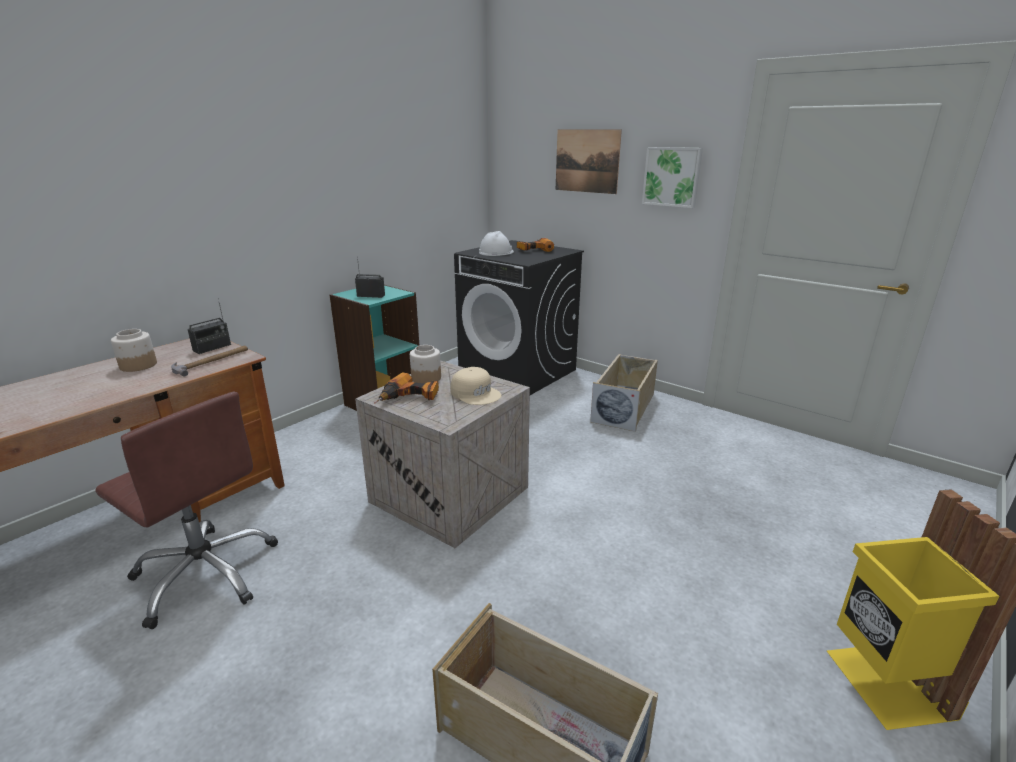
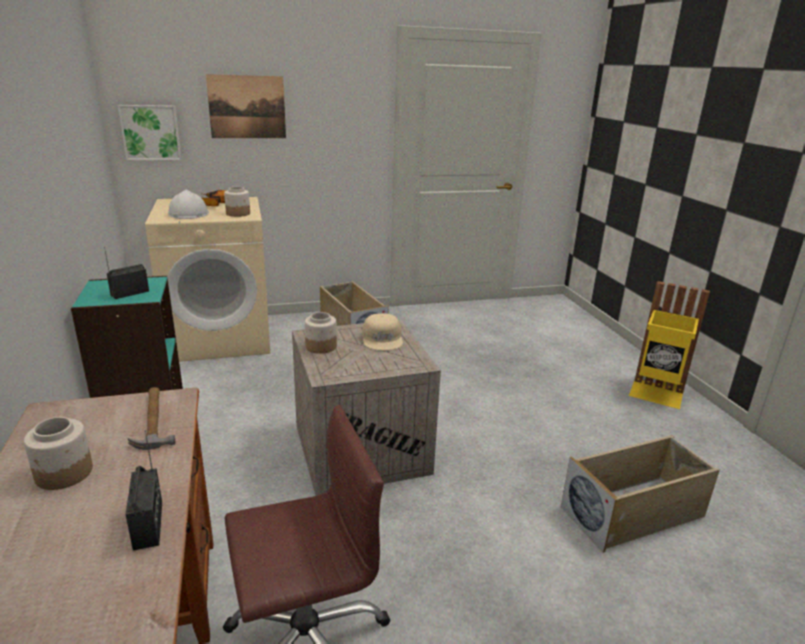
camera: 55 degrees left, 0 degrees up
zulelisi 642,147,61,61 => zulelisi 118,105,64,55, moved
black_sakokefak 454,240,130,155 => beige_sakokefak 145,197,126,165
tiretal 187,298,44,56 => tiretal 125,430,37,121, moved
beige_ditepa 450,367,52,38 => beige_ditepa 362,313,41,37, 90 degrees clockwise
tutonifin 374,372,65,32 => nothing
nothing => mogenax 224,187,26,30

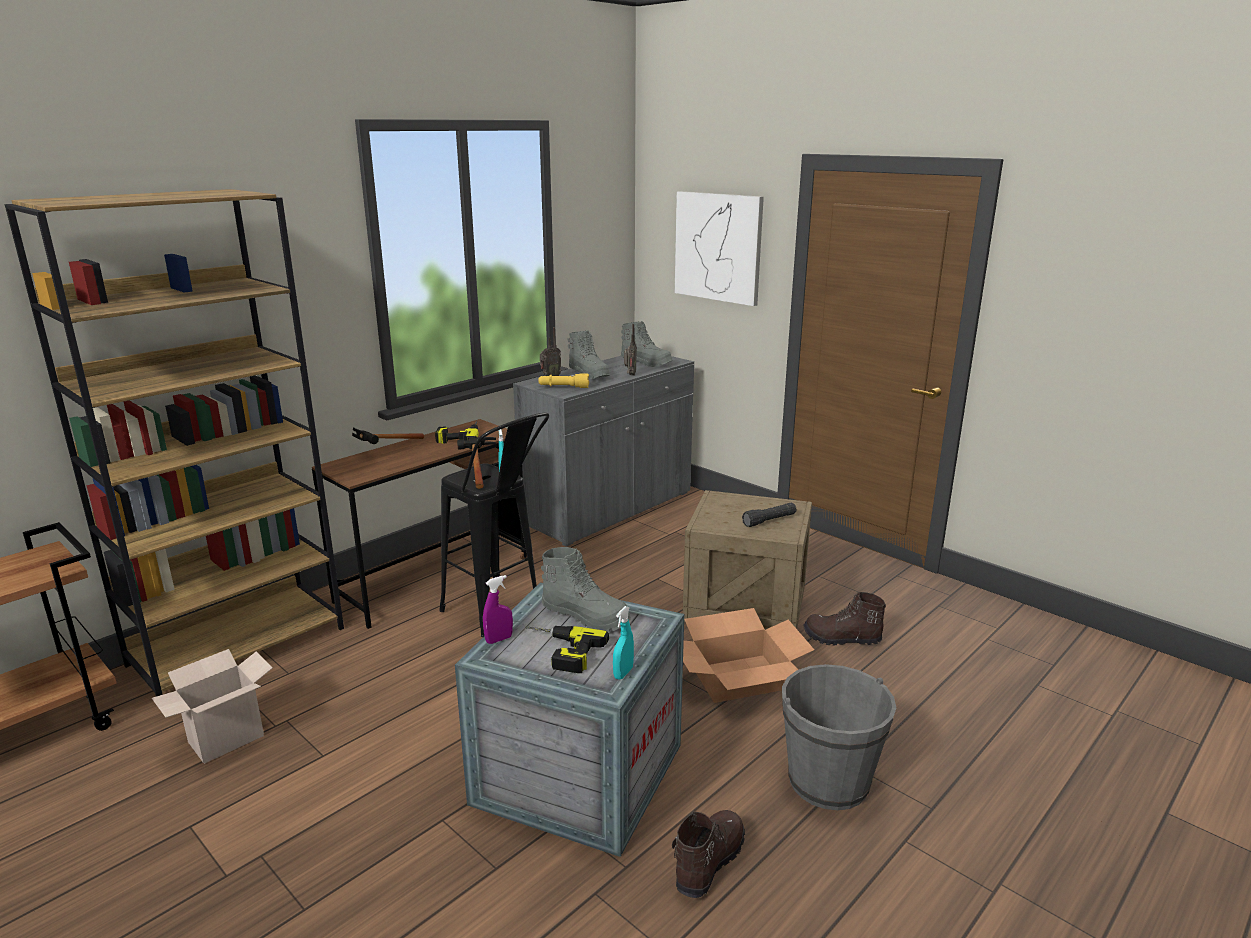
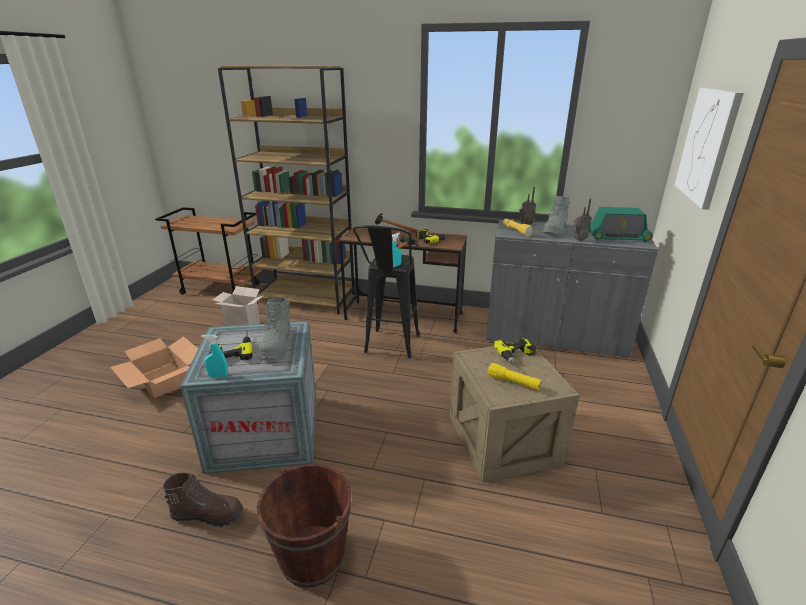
camera: 60 degrees right, 5 degrees up
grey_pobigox 621,321,52,46 => tiretal 590,207,63,35
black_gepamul 742,503,54,24 => yellow_gepamul 488,363,54,27
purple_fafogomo 483,575,30,69 => nothing
brown_pobigox 803,592,83,54 => nothing
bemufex 683,608,131,95 => bemufex 110,336,88,62, moved
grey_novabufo 782,664,114,146 => brown_novabufo 256,464,96,124
nothing => tutonifin 494,338,42,33

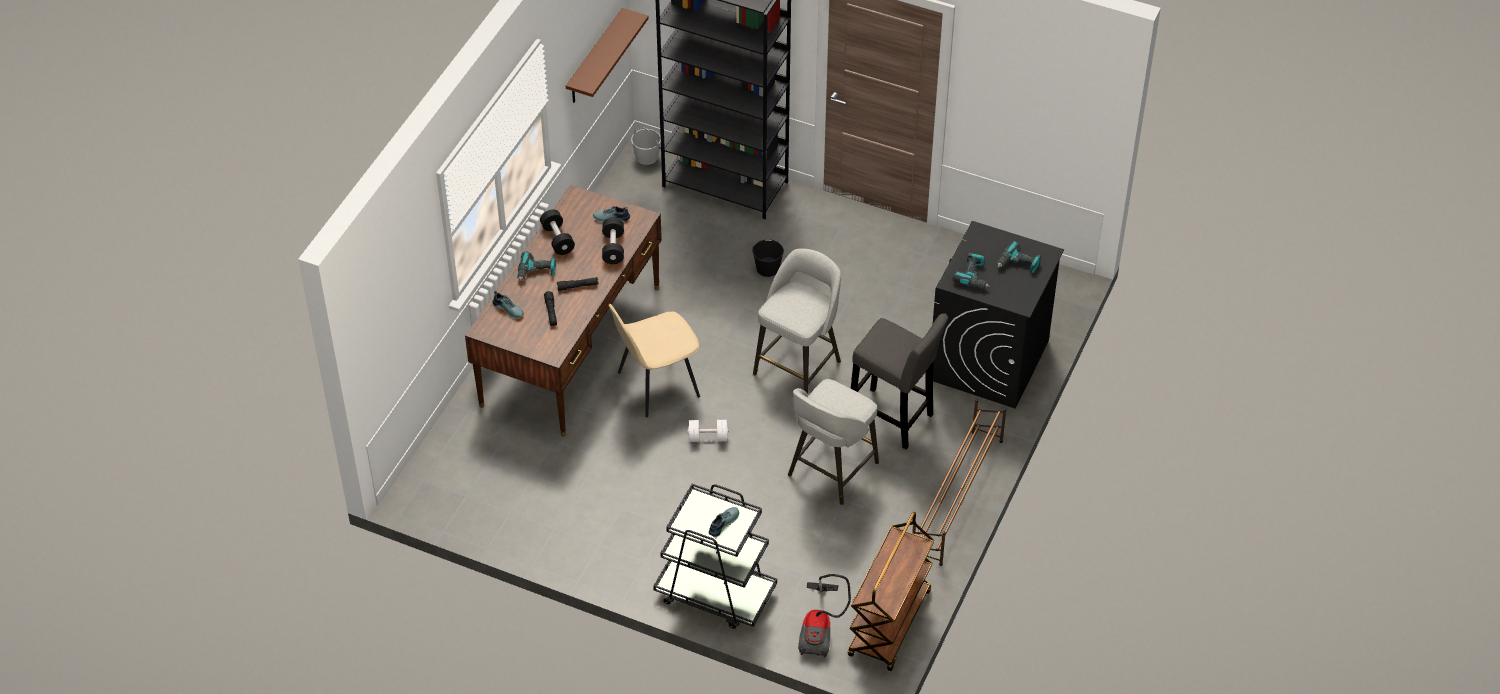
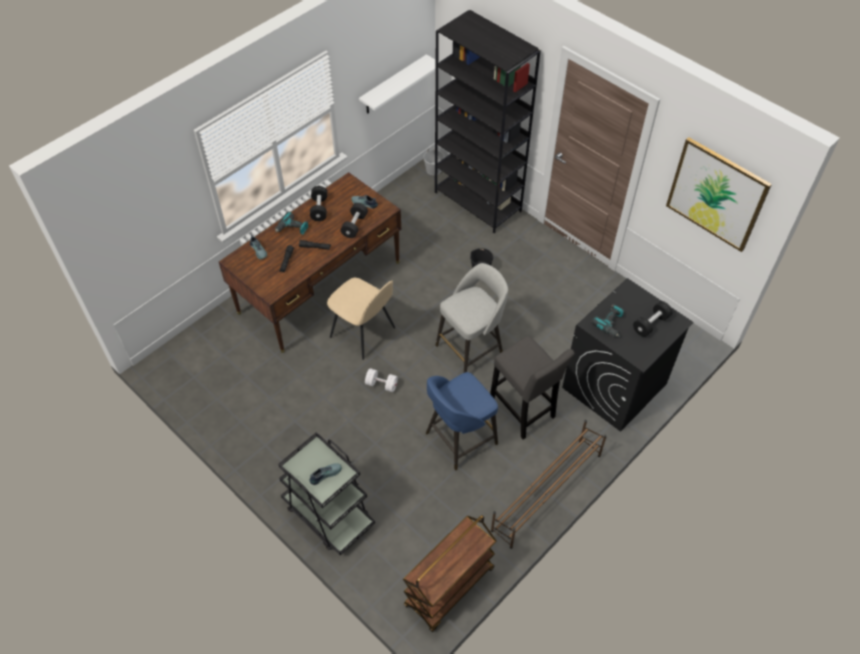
camera: 20 degrees right, 5 degrees up
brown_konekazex 566,8,83,95 => white_konekazex 359,54,80,60
tutonifin 997,241,44,32 => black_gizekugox 633,301,39,36
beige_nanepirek 609,304,91,113 => beige_nanepirek 327,278,68,82, 135 degrees counterclockwise
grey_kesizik 788,379,91,126 => blue_kesizik 426,372,72,98
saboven 798,574,53,83 => nothing
nothing => zulelisi 666,137,106,115

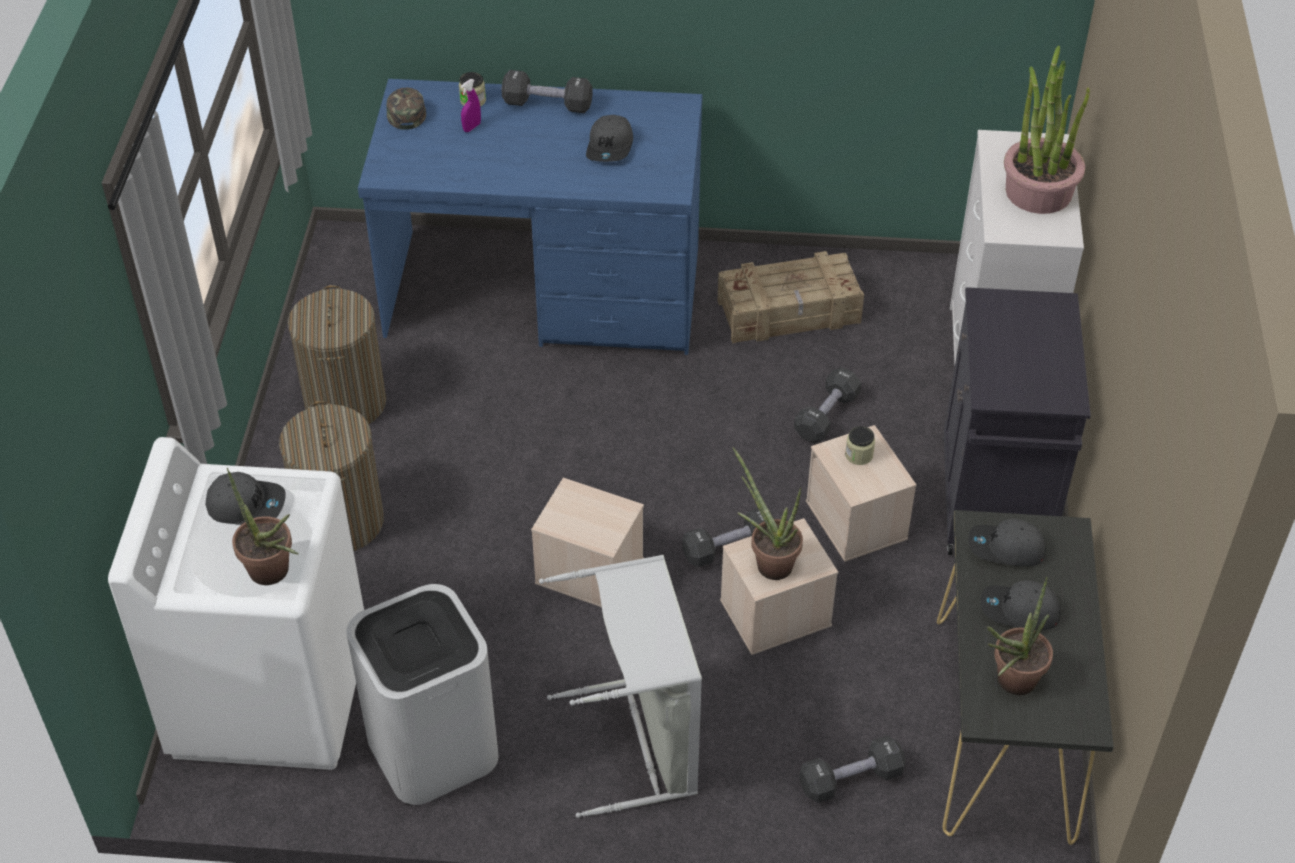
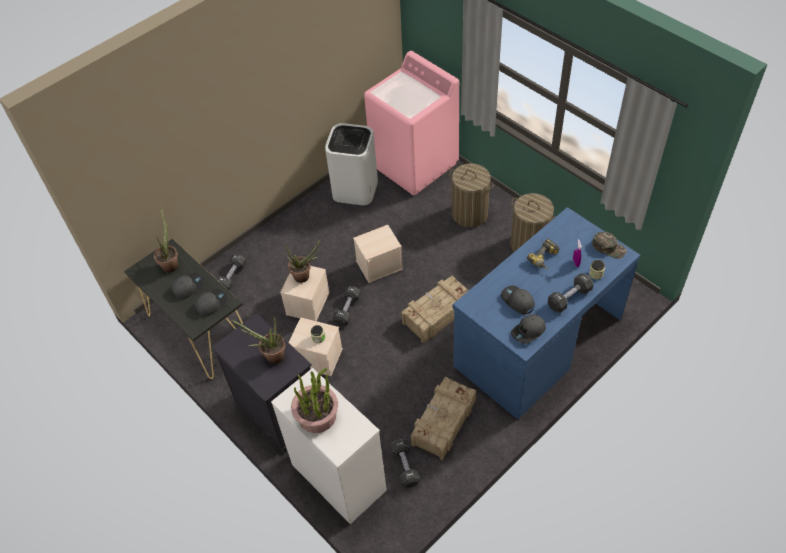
camera: 135 degrees right, 5 degrees up
black_gizekugox 794,367,67,76 => black_gizekugox 391,438,29,50, moved
white_sakokefak 108,437,256,333 => pink_sakokefak 364,51,95,144
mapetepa 227,468,72,117 => mapetepa 231,317,54,47, moved
grey_ditepa 206,472,80,53 => grey_ditepa 511,314,35,30, moved
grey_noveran 539,555,163,263 => nothing
nothing => tutonifin 527,239,32,31
nothing => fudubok 401,275,68,68

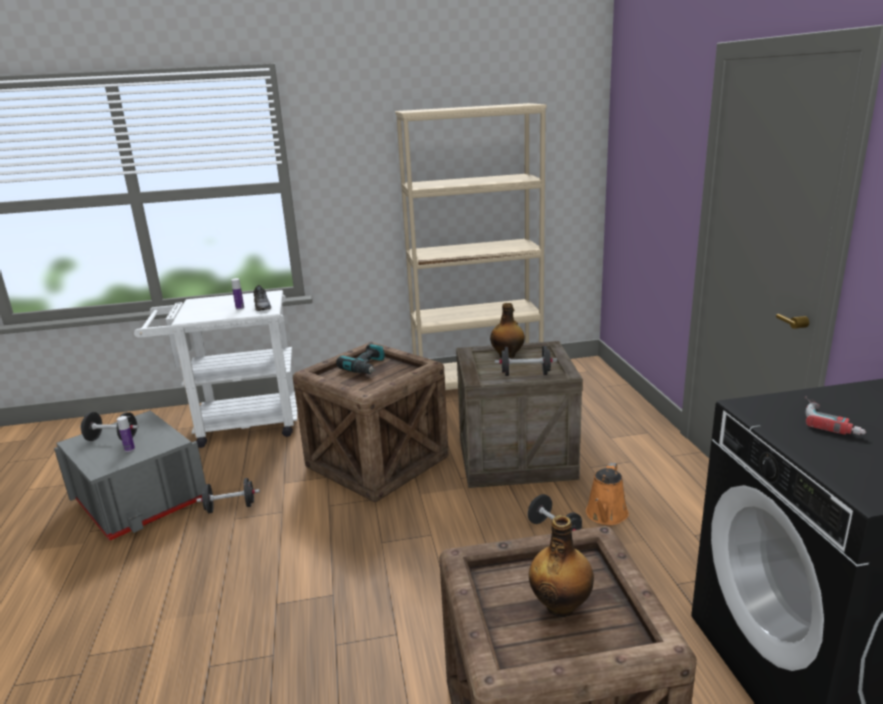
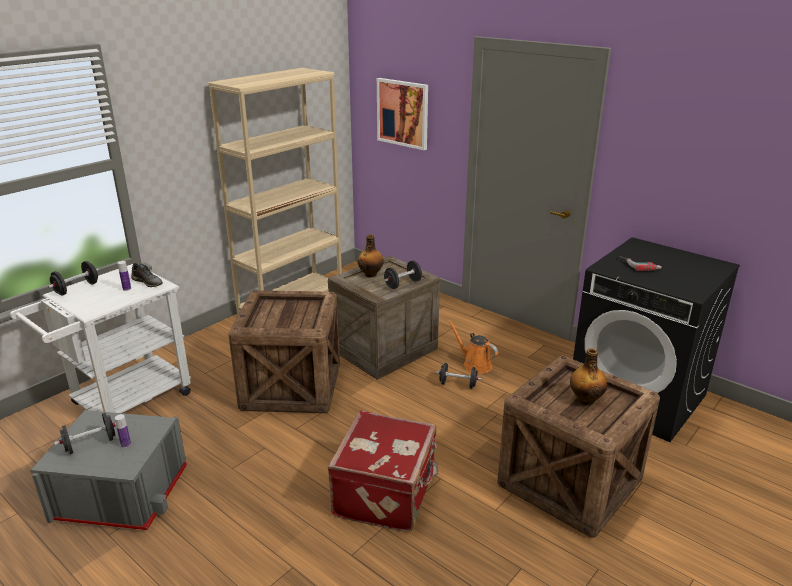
camera: 40 degrees left, 5 degrees up
tutonifin 336,344,49,30 => nothing
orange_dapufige 586,462,43,63 => orange_dapufige 448,320,50,54, 150 degrees clockwise
black_gizekugox 196,478,64,35 => black_gizekugox 48,261,51,35, moved
nothing => zulelisi 377,78,51,72
nothing => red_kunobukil 328,410,110,122

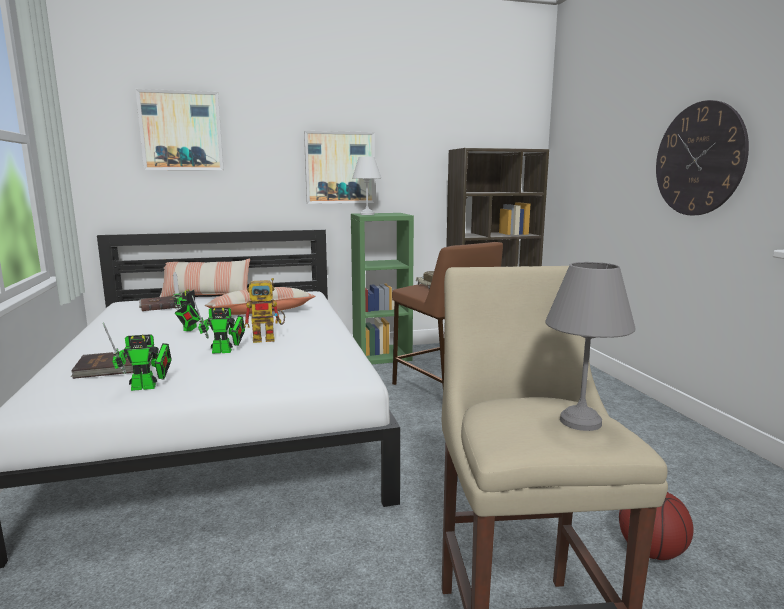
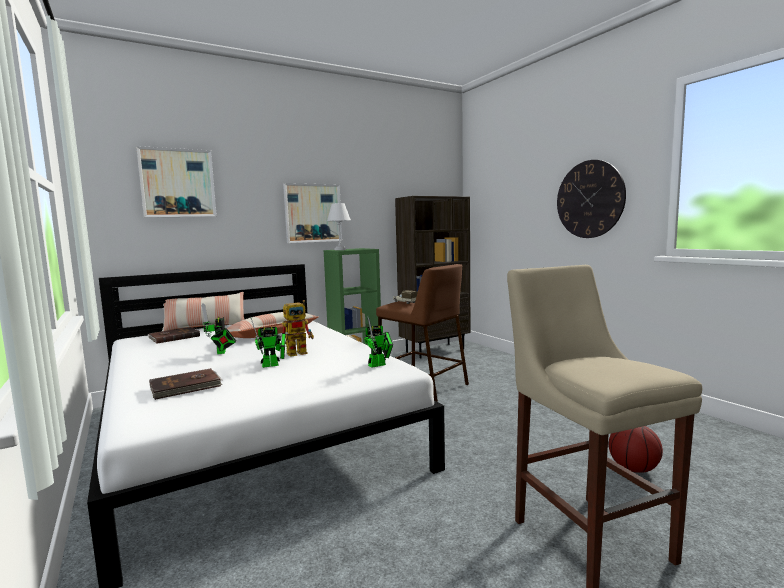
camera: 15 degrees left, 5 degrees down
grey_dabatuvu 545,262,91,169 => nothing
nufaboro 103,323,69,68 => nufaboro 364,316,29,52, moved

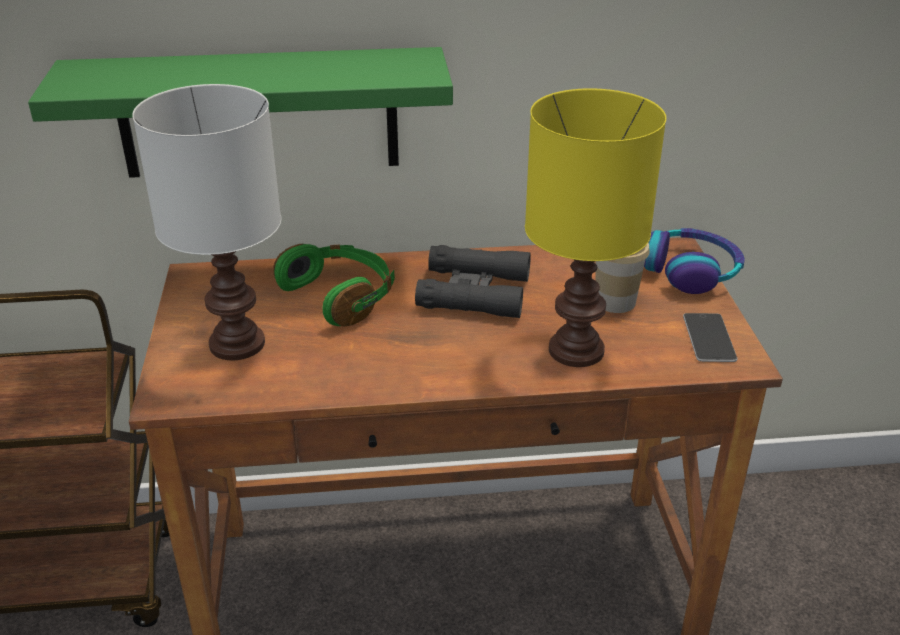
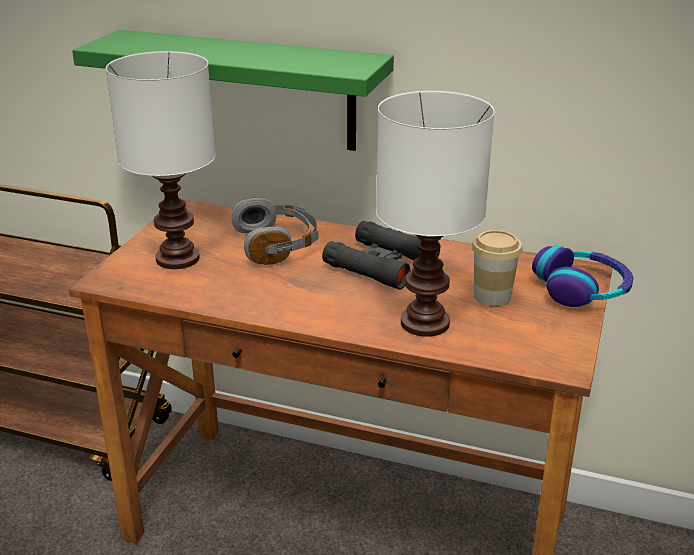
camera: 25 degrees right, 5 degrees down
yellow_dabatuvu 525,88,141,279 => white_dabatuvu 376,91,119,246
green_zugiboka 273,244,122,83 => grey_zugiboka 232,197,87,68
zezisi 683,313,54,49 => nothing

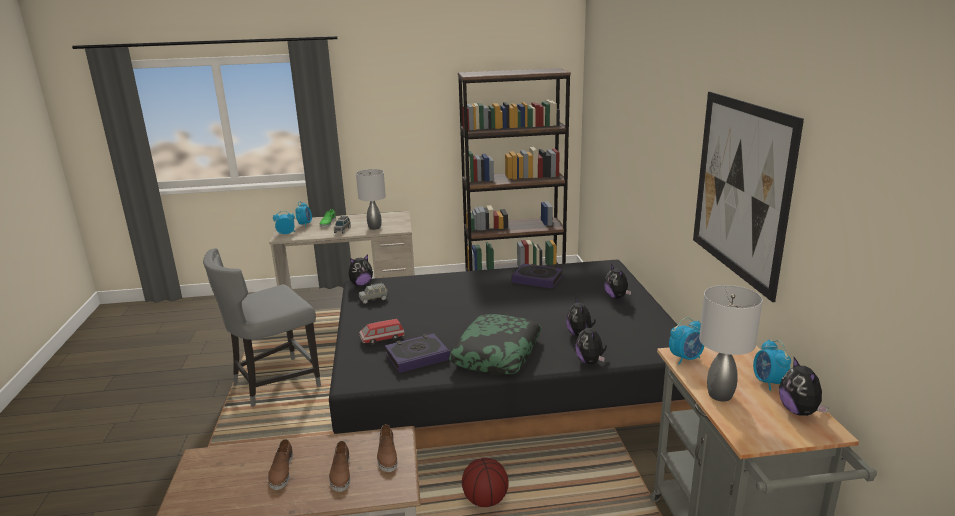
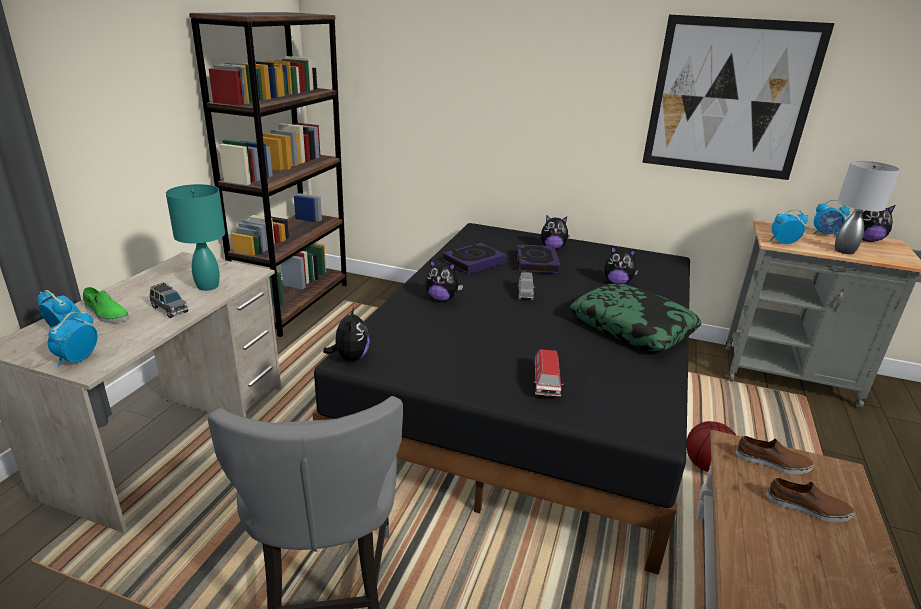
camera: 65 degrees left, 5 degrees up
grey_dabatuvu 356,169,30,61 => turquoise_dabatuvu 166,184,59,107
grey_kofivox 359,283,29,21 => grey_kofivox 518,272,17,29, moved
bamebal 669,318,35,47 => bamebal 770,209,38,35, 90 degrees counterclockwise
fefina 575,322,32,43 => fefina 425,259,38,42, moved
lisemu 385,333,65,40 => lisemu 516,244,44,30, moved
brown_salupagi 268,439,25,51 => nothing

